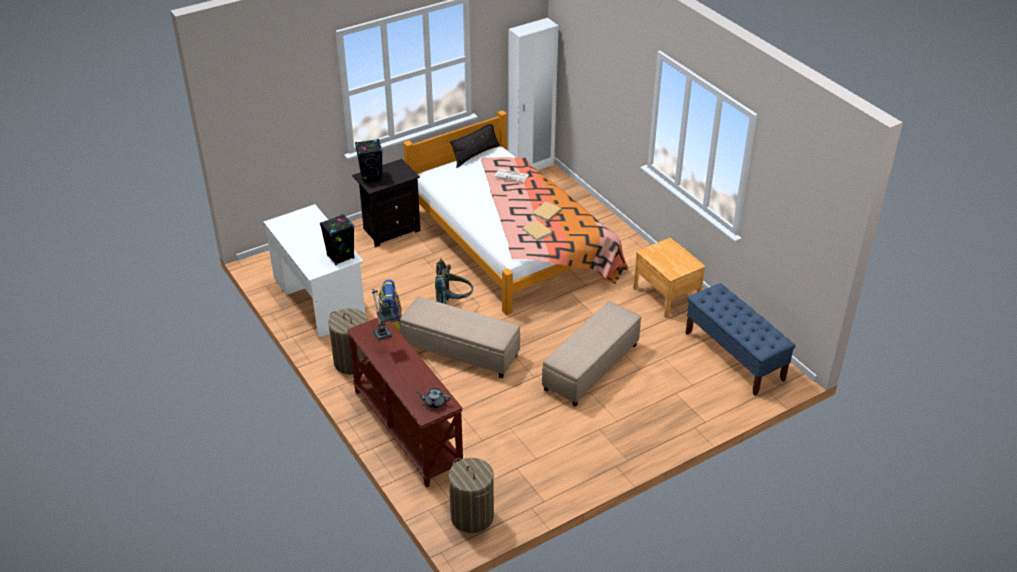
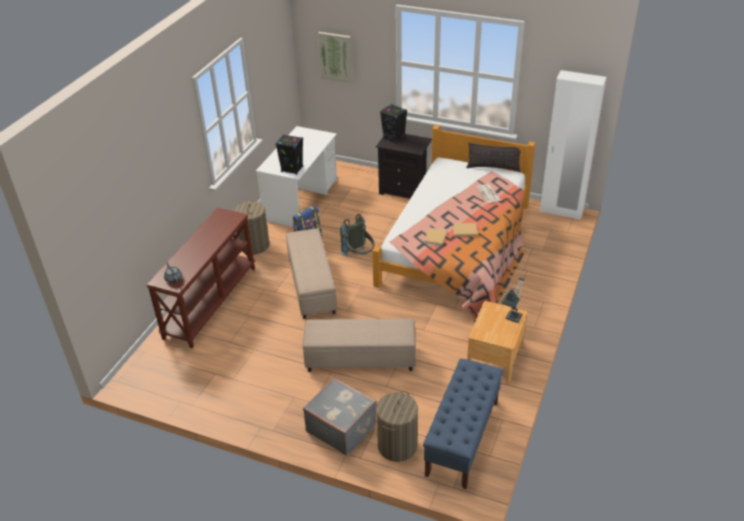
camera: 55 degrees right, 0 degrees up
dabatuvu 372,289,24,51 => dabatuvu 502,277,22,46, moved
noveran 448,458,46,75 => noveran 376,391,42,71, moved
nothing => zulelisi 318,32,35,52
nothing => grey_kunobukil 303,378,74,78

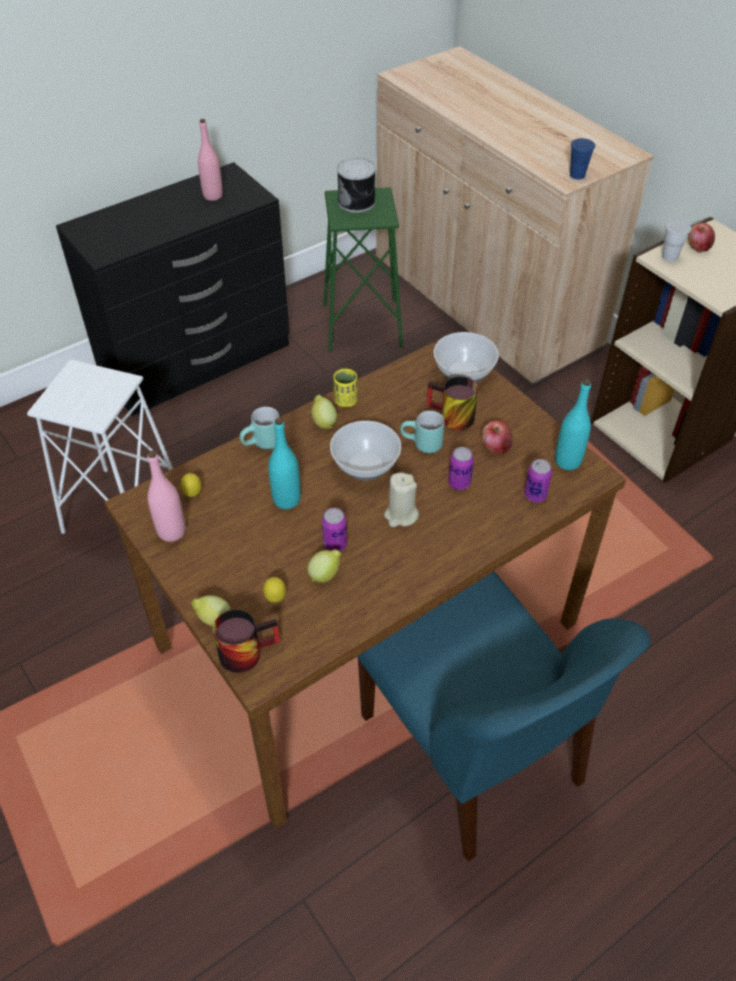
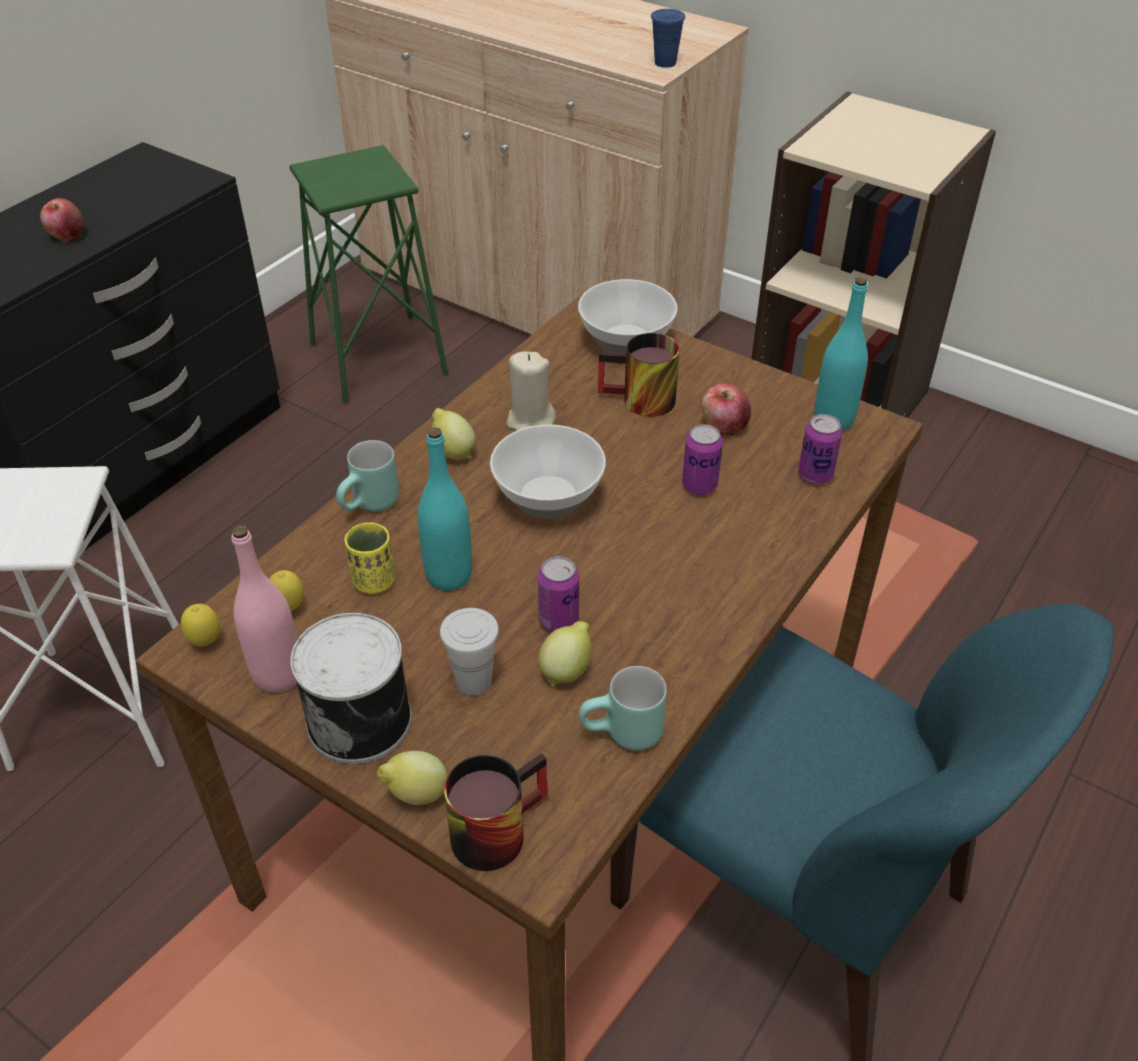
camera: 20 degrees left, 5 degrees down
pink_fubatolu 198,119,25,82 => nothing
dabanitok 337,158,39,55 => dabanitok 290,613,122,151, moved
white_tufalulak 662,220,29,42 => white_tufalulak 440,608,59,87, moved
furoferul 688,223,27,30 => furoferul 40,198,44,44, moved
yellow_tufalulak 333,369,25,38 => yellow_tufalulak 345,522,50,72, moved
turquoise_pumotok 400,411,45,43 => turquoise_pumotok 579,666,88,84, moved
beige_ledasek 384,473,35,54 => beige_ledasek 507,351,49,79, moved
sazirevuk 263,577,23,26 => sazirevuk 181,604,39,42, moved

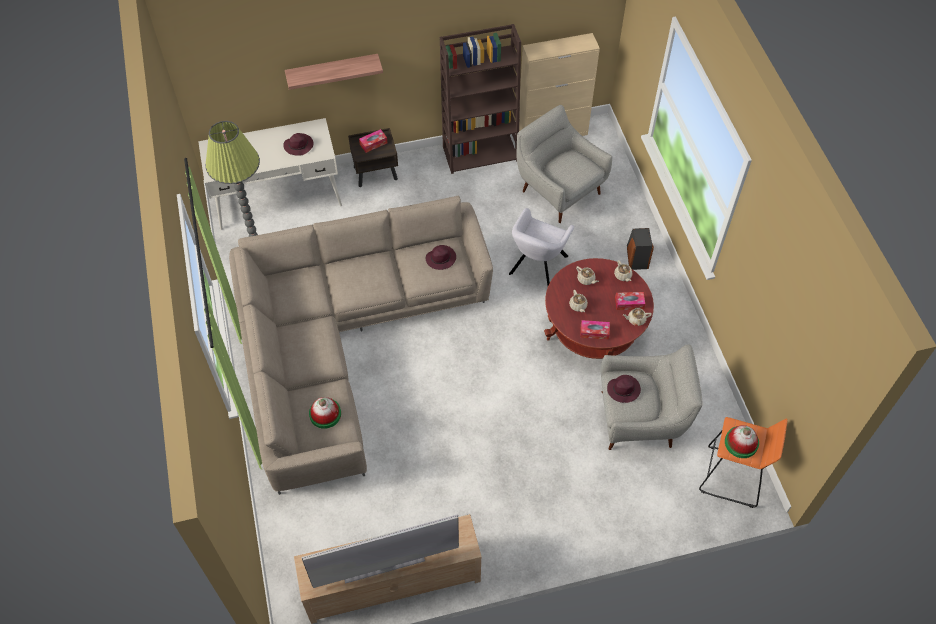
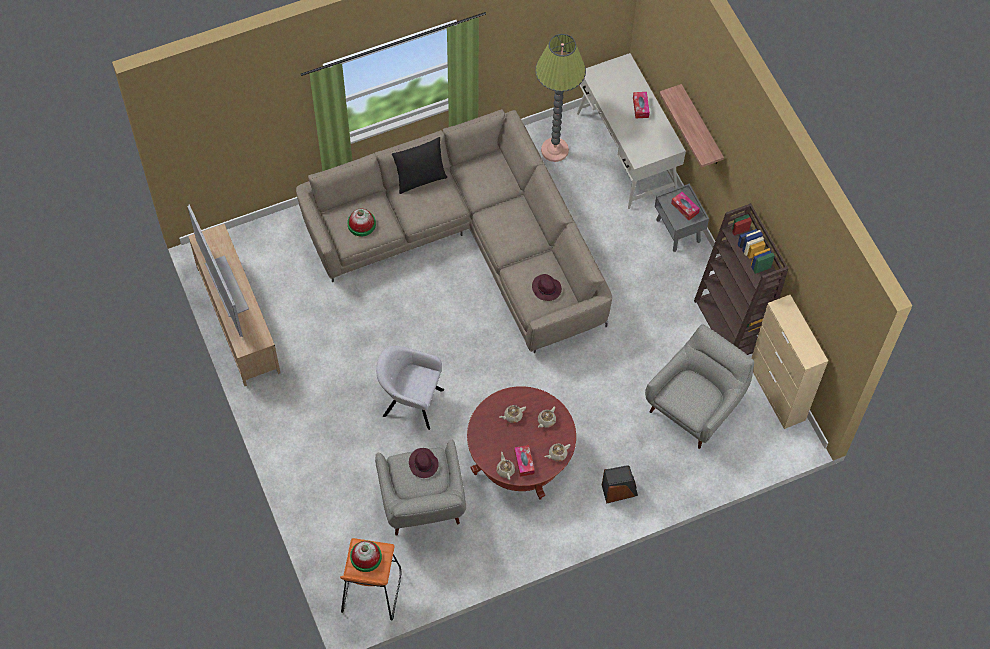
camera: 80 degrees right, 5 degrees up
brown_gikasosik 348,128,50,59 => grey_gikasosik 655,184,54,68
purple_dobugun 284,133,30,23 => nothing
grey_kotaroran 509,208,65,78 => grey_kotaroran 376,346,68,84, moved
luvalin 580,320,30,20 => luvalin 633,92,17,27, moved
nothing => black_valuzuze 392,137,55,57

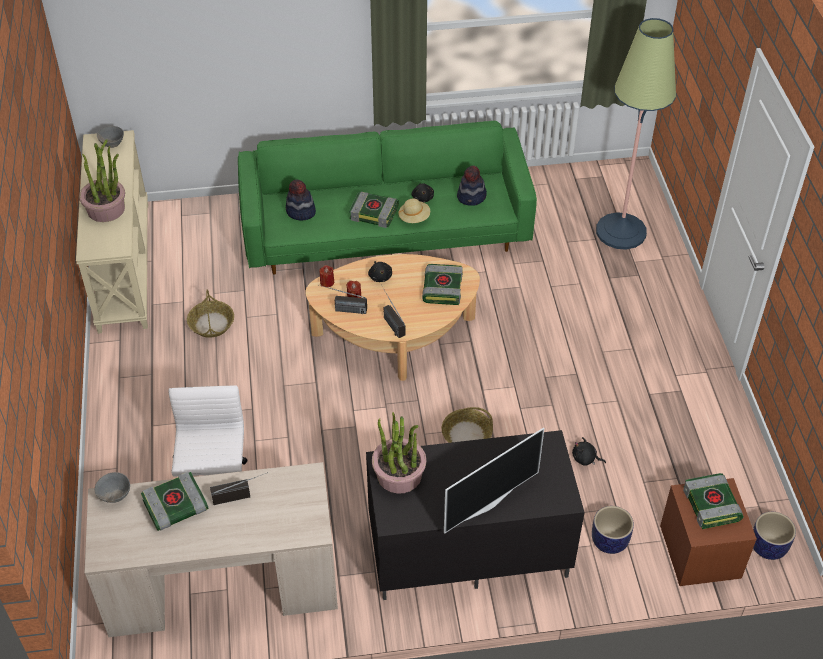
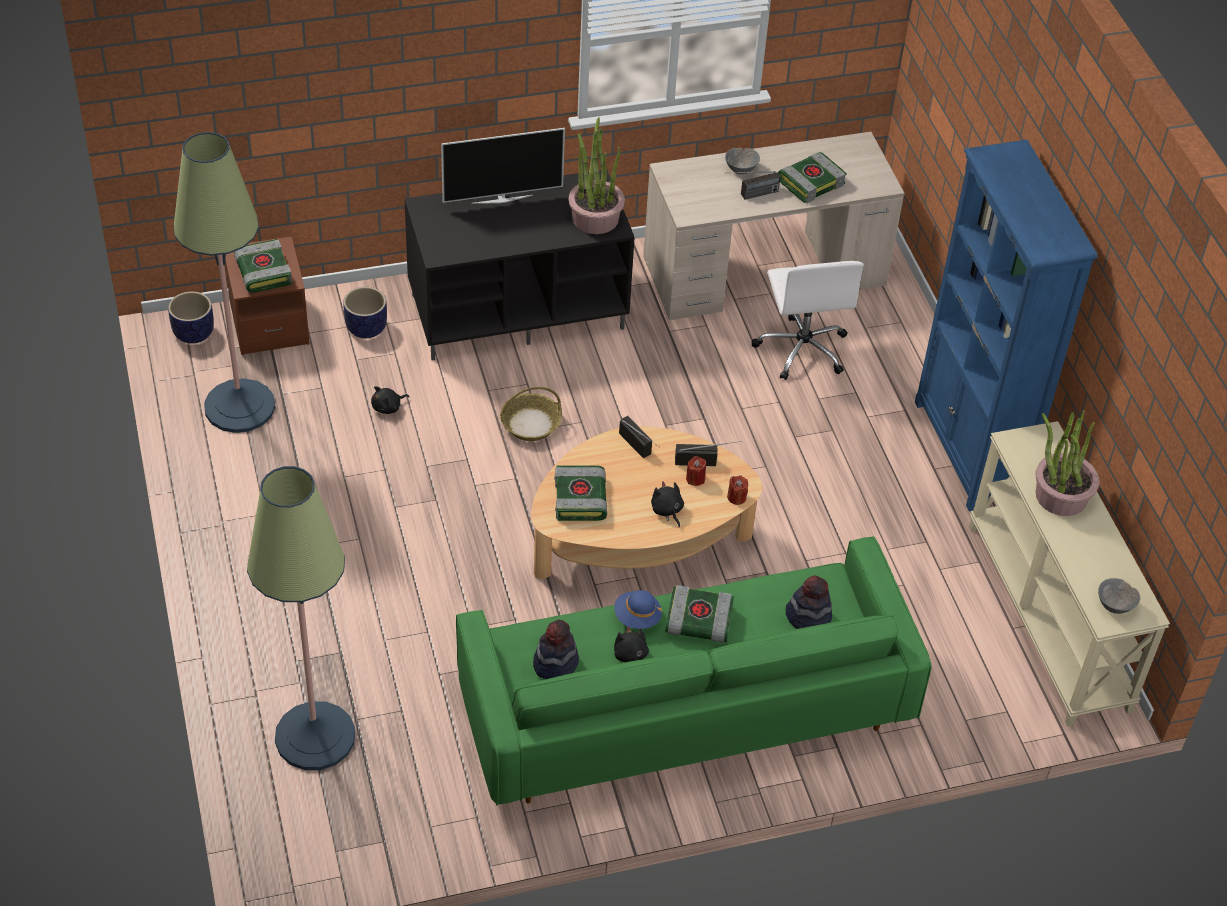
camera: 170 degrees right, 0 degrees up
beige_dobugun 398,199,32,24 => blue_dobugun 614,590,48,39
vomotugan 187,290,47,48 => nothing
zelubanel 444,427,100,107 => zelubanel 441,128,124,76, 150 degrees counterclockwise
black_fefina 572,437,34,29 => black_fefina 371,386,38,28, 135 degrees clockwise
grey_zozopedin 95,472,35,31 => grey_zozopedin 725,148,35,26, moved
nothing => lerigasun 174,132,101,301
nothing => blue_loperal 915,140,183,371

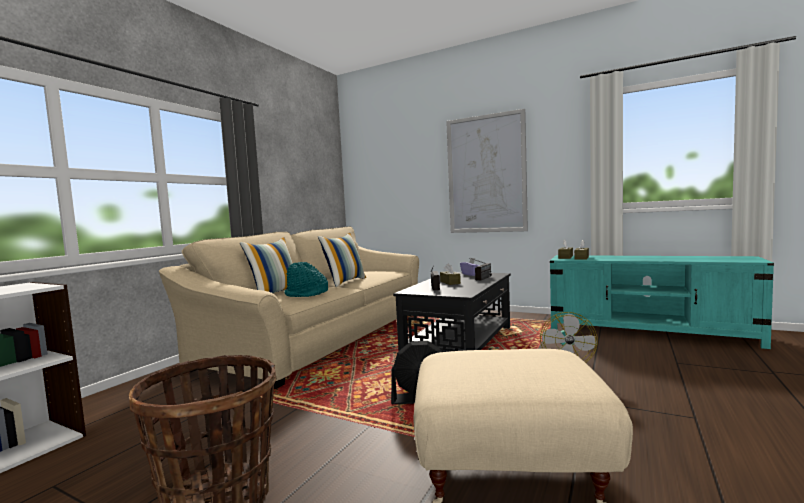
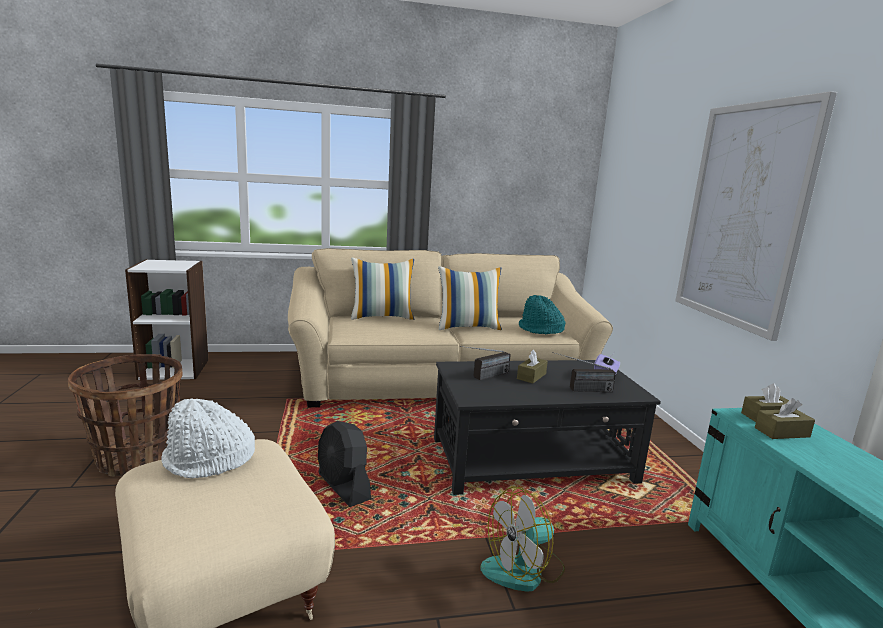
camera: 50 degrees right, 10 degrees up
turquoise_dobugun 284,262,44,35 => turquoise_dobugun 519,295,47,40, moved
nothing => white_dobugun 161,398,94,80

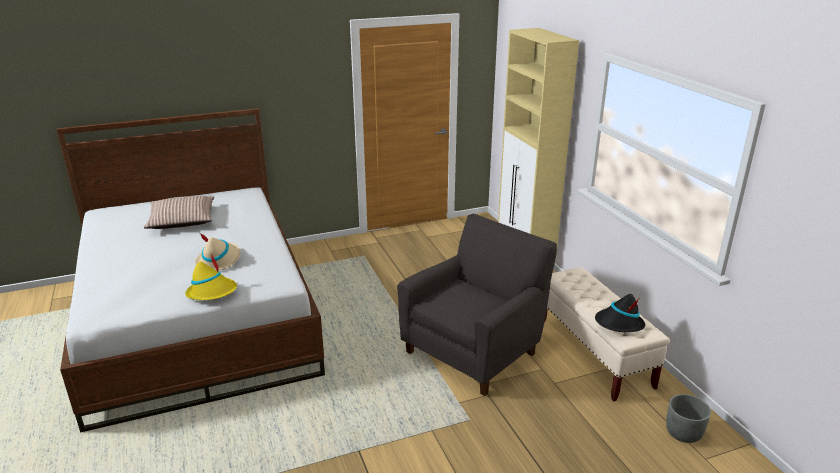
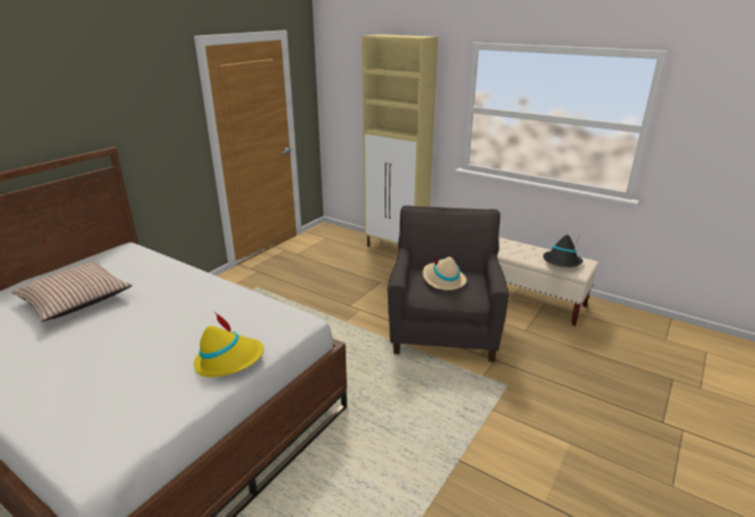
camera: 35 degrees left, 0 degrees up
beige_dobugun 195,233,45,38 => beige_dobugun 422,255,45,35, moved
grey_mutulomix 666,394,45,49 => nothing

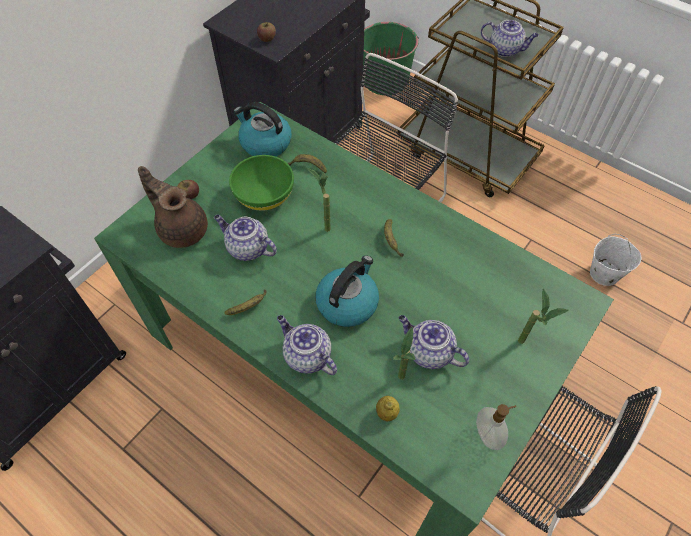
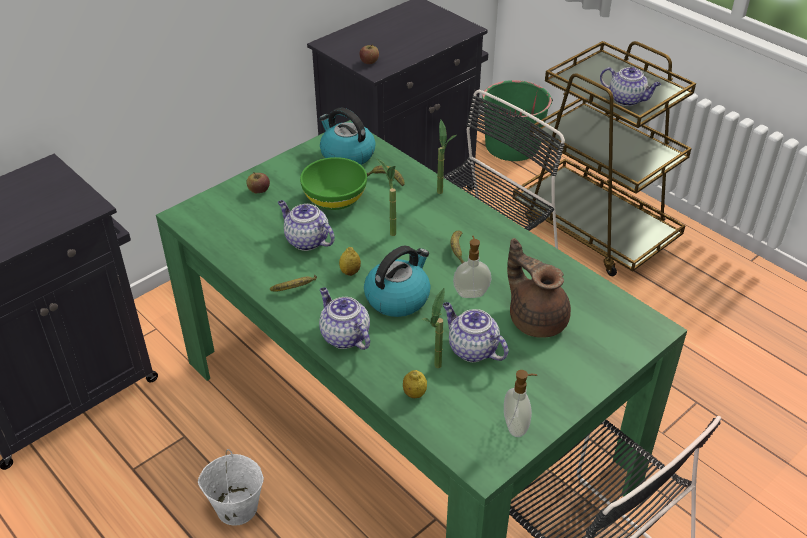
camera: 10 degrees right, 15 degrees down
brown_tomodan 138,166,70,82 => brown_tomodan 507,238,64,100, moved
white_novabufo 590,234,51,52 => white_novabufo 198,449,66,77, moved
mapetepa 518,289,50,55 => mapetepa 437,120,20,74, moved
nothing => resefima 453,236,38,62
nothing => sazirevuk 339,247,22,29

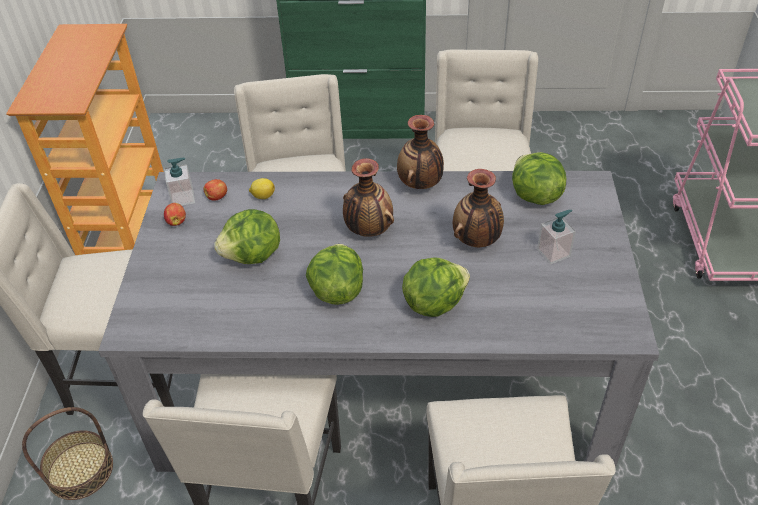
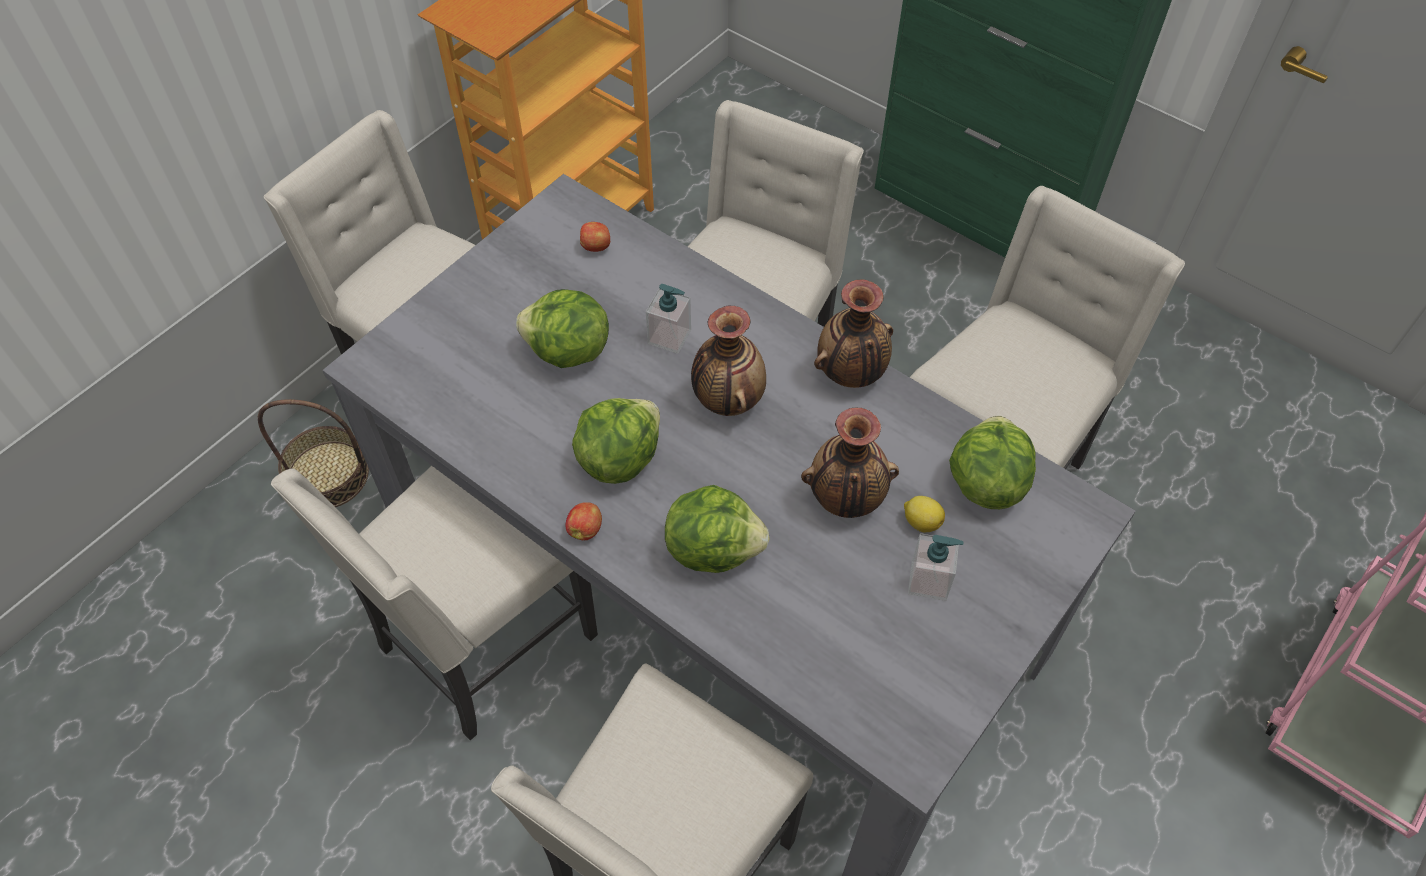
camera: 35 degrees right, 10 degrees up
resefima 164,158,31,48 => resefima 646,284,45,70, moved
sazirevuk 249,178,26,21 => sazirevuk 904,496,41,36, moved
furoferul 164,203,22,23 => furoferul 566,502,36,38, moved

